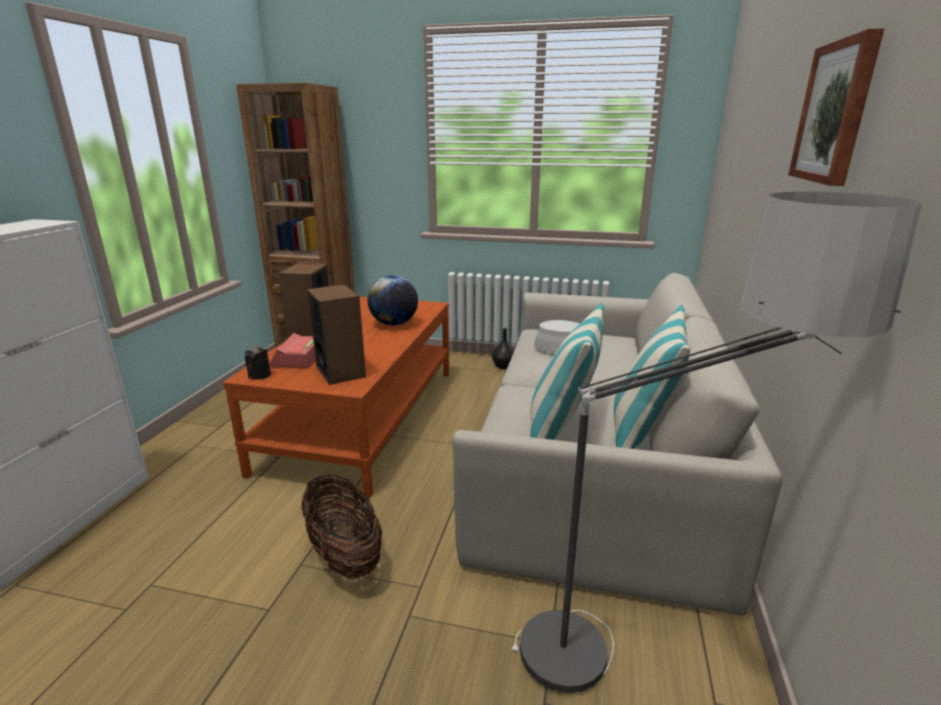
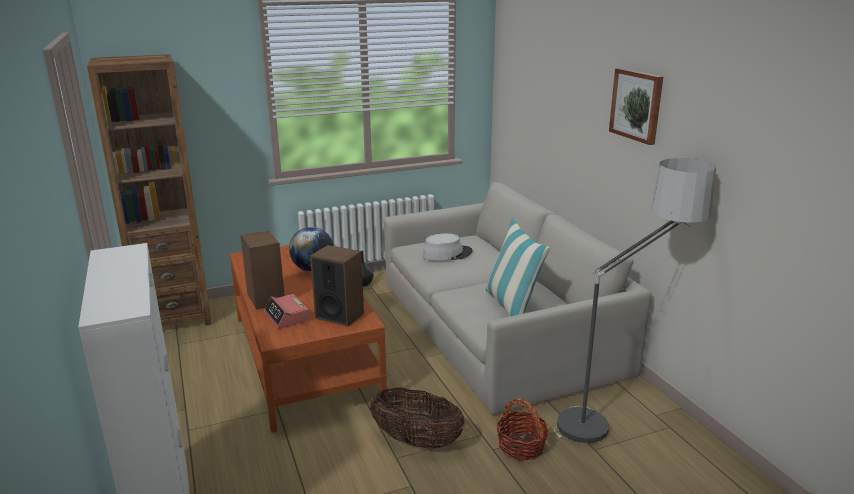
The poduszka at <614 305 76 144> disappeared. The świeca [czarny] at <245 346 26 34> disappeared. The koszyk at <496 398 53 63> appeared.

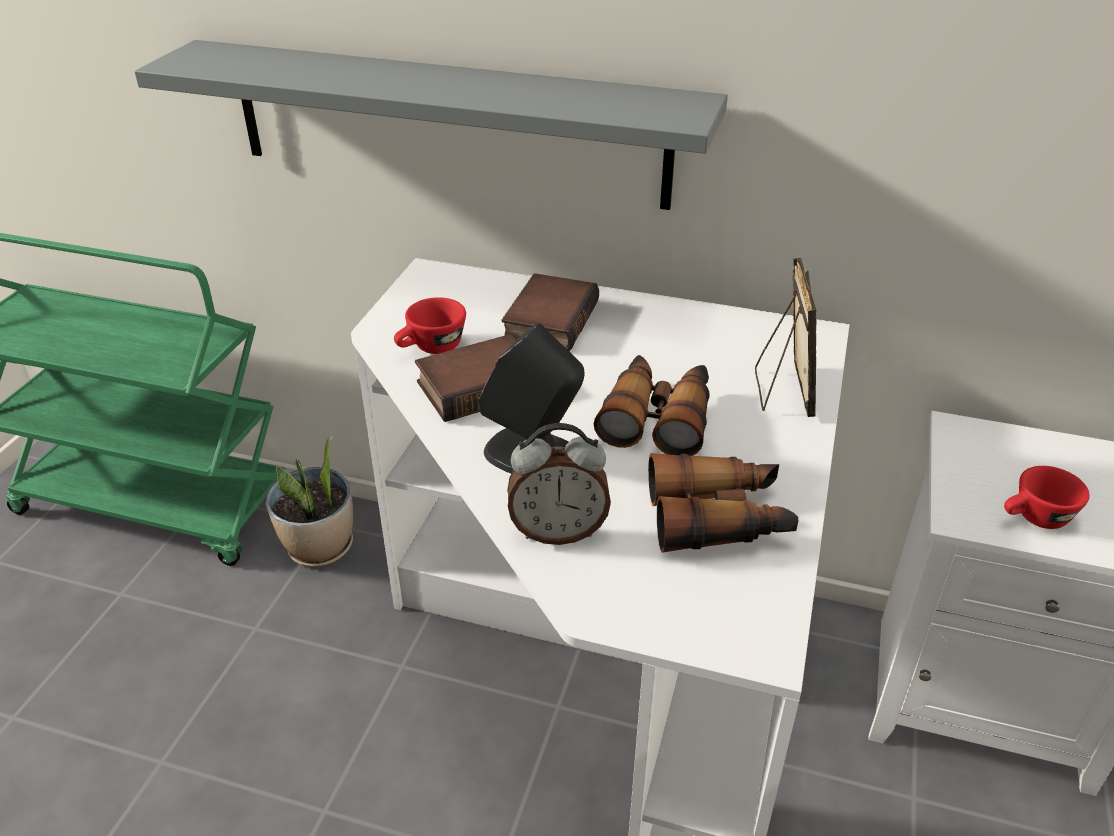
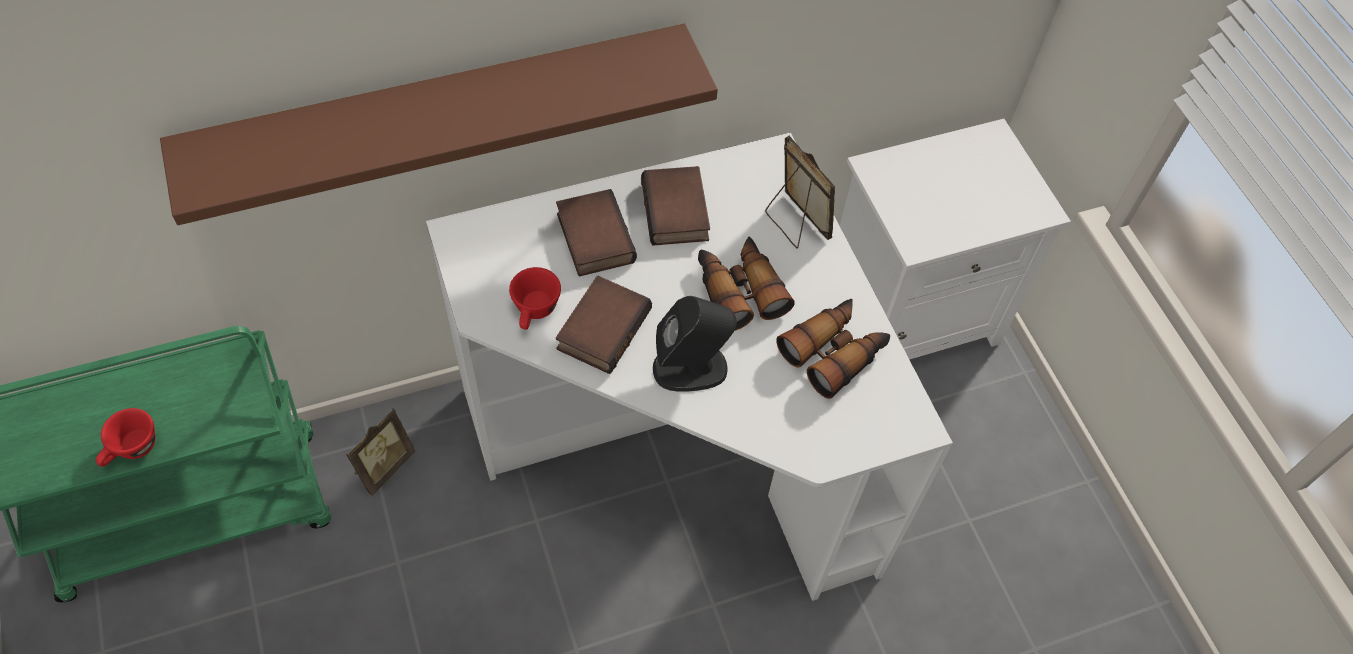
The półka [szary] at <134 40 594 170> became the półka [brązowy] at <160 24 558 201>. The budzik at <507 423 104 122> disappeared. The roślina doniczkowa at <266 436 87 131> was replaced by the ramka na zdjęcie at <346 408 69 88>. The filiżanka [czerwony] moved from <1004 466 86 63> to <96 408 59 59>. The książka at <641 166 69 80> appeared.

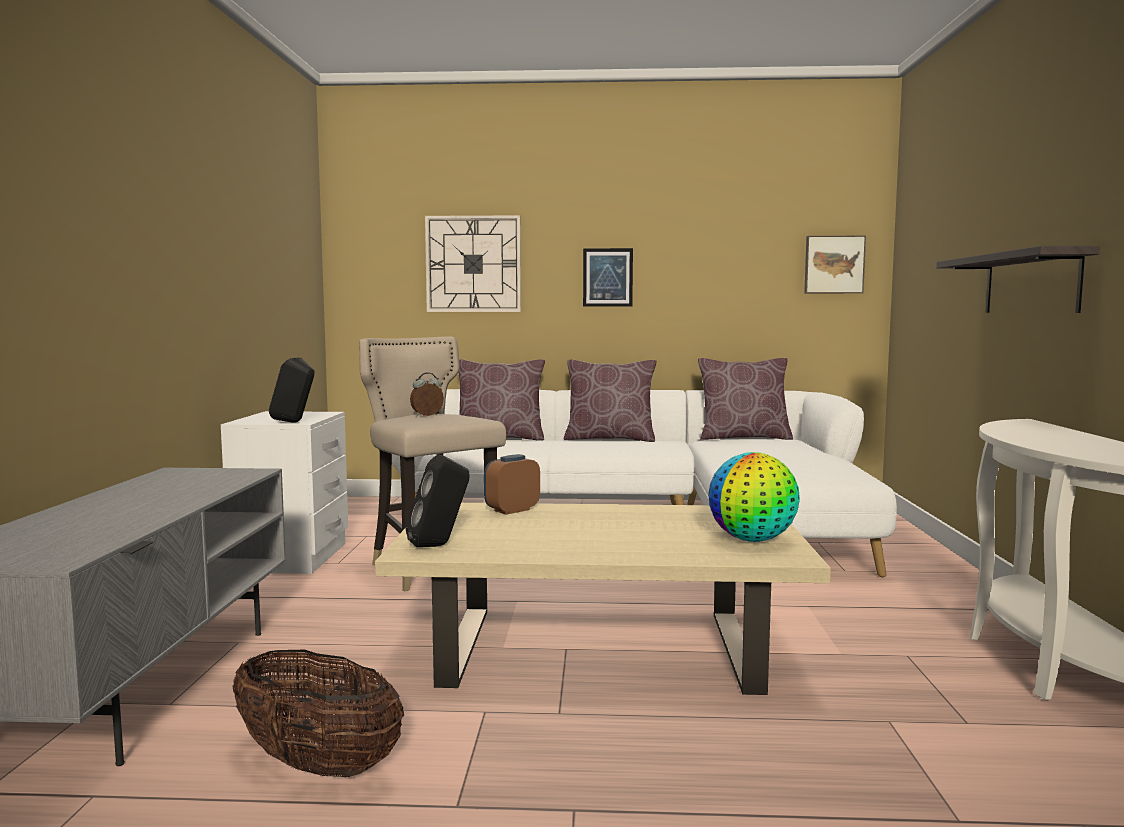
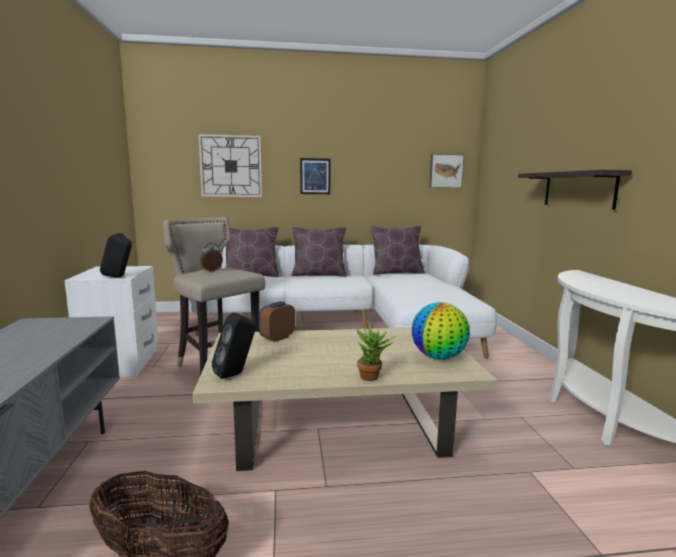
The roślina doniczkowa at <356 325 40 56> appeared.

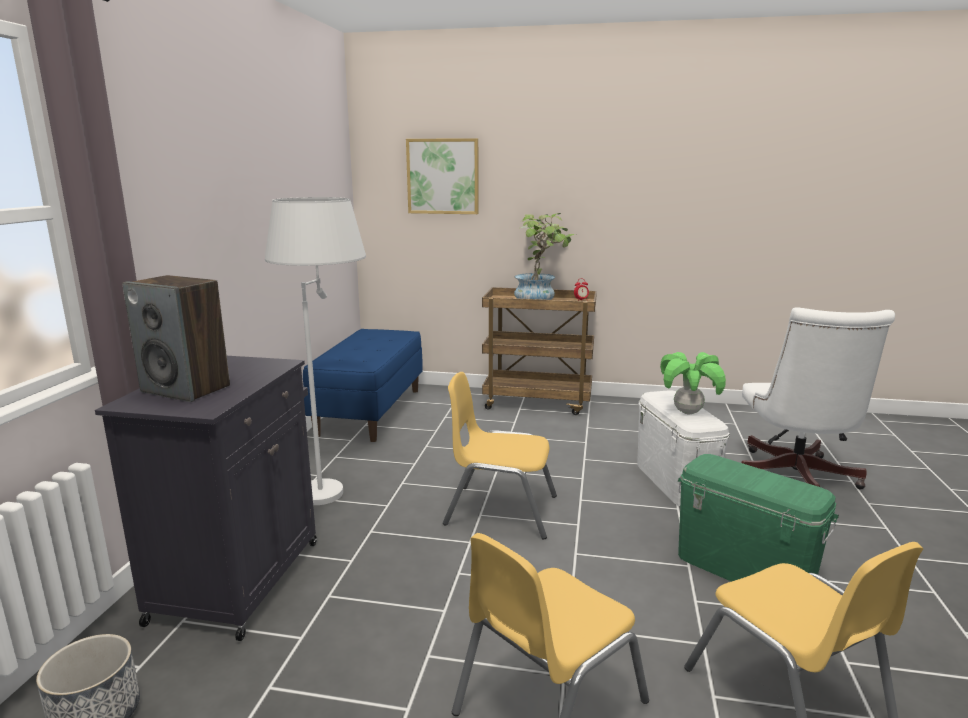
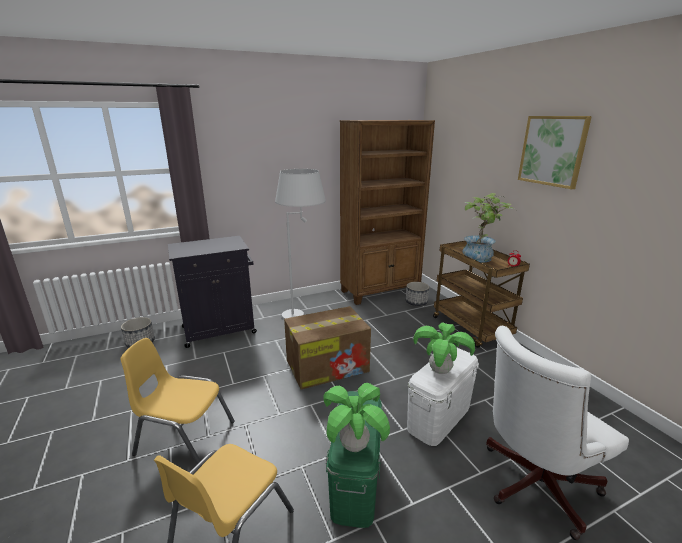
The obraz moved from <406 138 73 76> to <518 116 74 73>. The głośnik at <122 275 108 127> disappeared. The ławka [niebieski] at <303 329 120 113> was replaced by the regał [brązowy] at <340 120 95 185>. The krzesło [żółty] at <443 372 114 168> was replaced by the karton at <284 306 87 84>. The donica at <406 282 23 24> appeared. The roślina doniczkowa at <323 383 67 69> appeared.

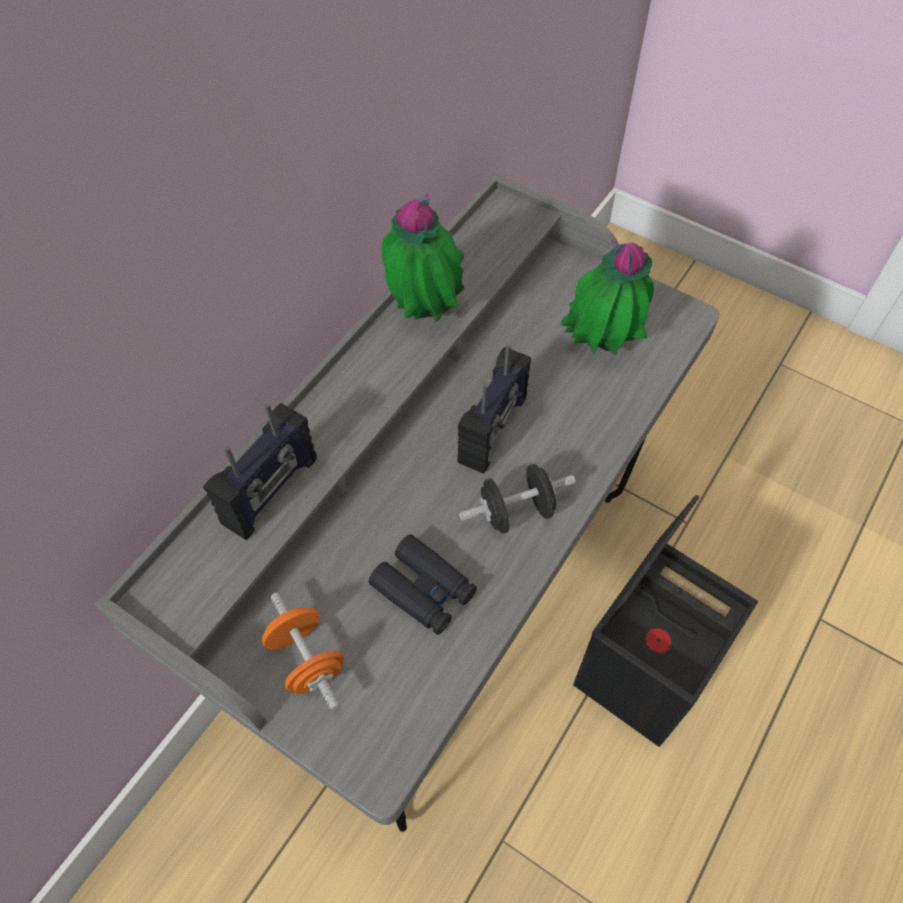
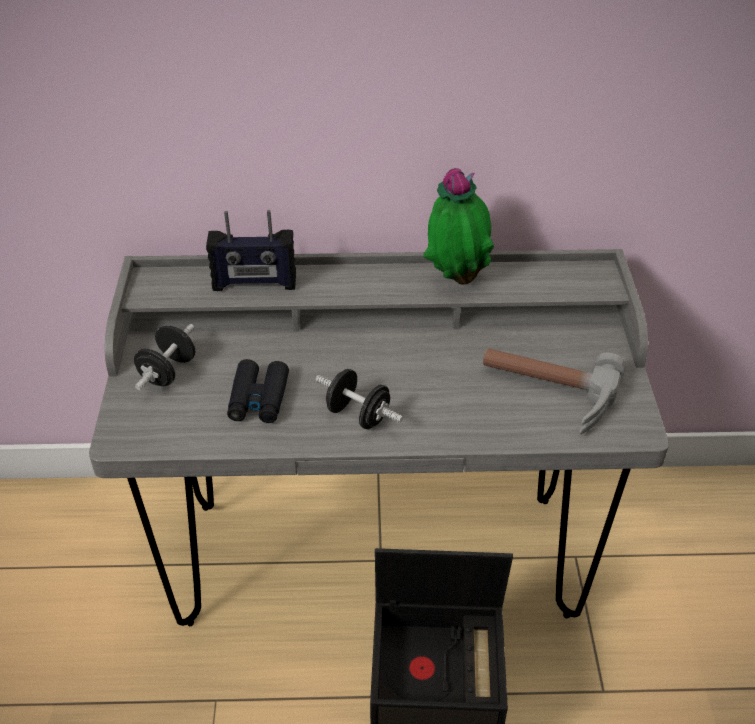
The roślina doniczkowa at <560 240 94 115> was replaced by the młotek at <483 348 143 86>. The radio at <457 344 74 130> disappeared. The hantel [pomarańczowy] at <262 593 82 117> became the hantel [czarny] at <134 324 61 66>.

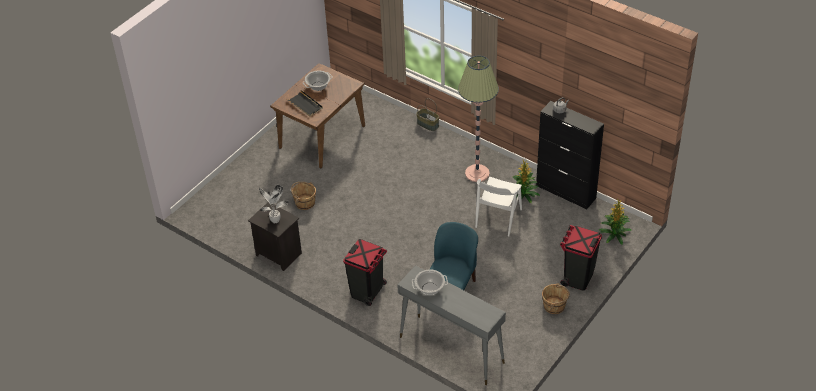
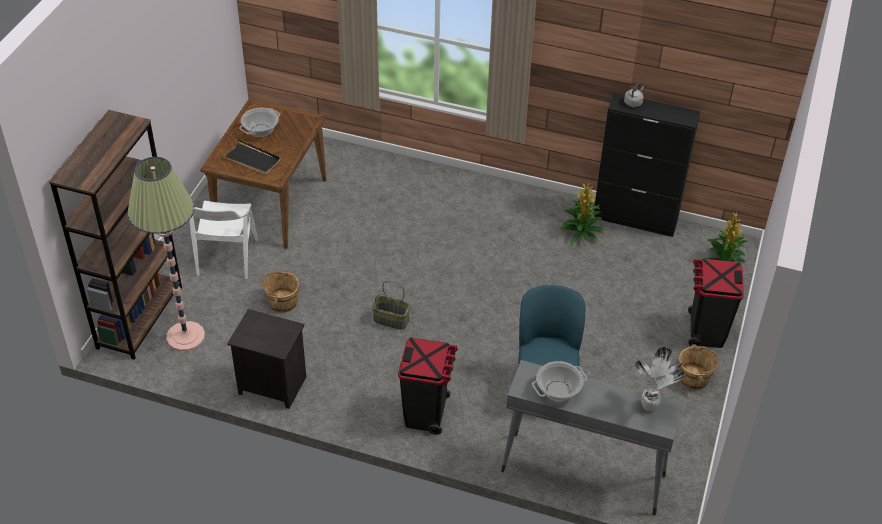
The lampa stojąca moved from <458 55 41 127> to <128 157 77 194>. The koszyk moved from <416 98 23 33> to <372 280 38 50>. The krzesło [biały] moved from <475 177 47 60> to <190 201 68 78>. The roślina doniczkowa moved from <259 185 30 38> to <635 347 50 64>. The regał [brązowy] at <49 110 133 250> appeared.

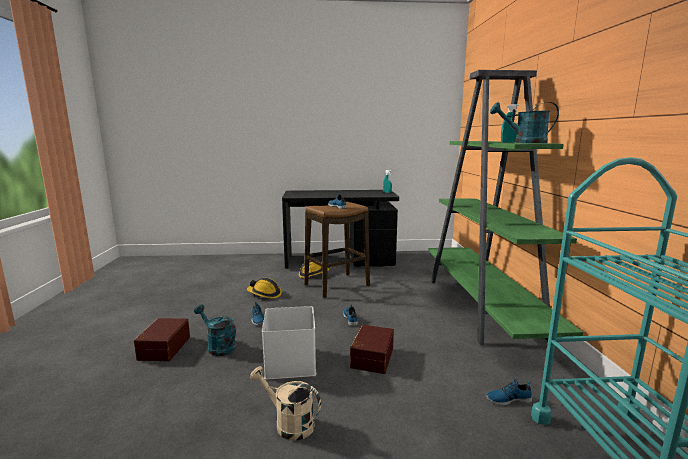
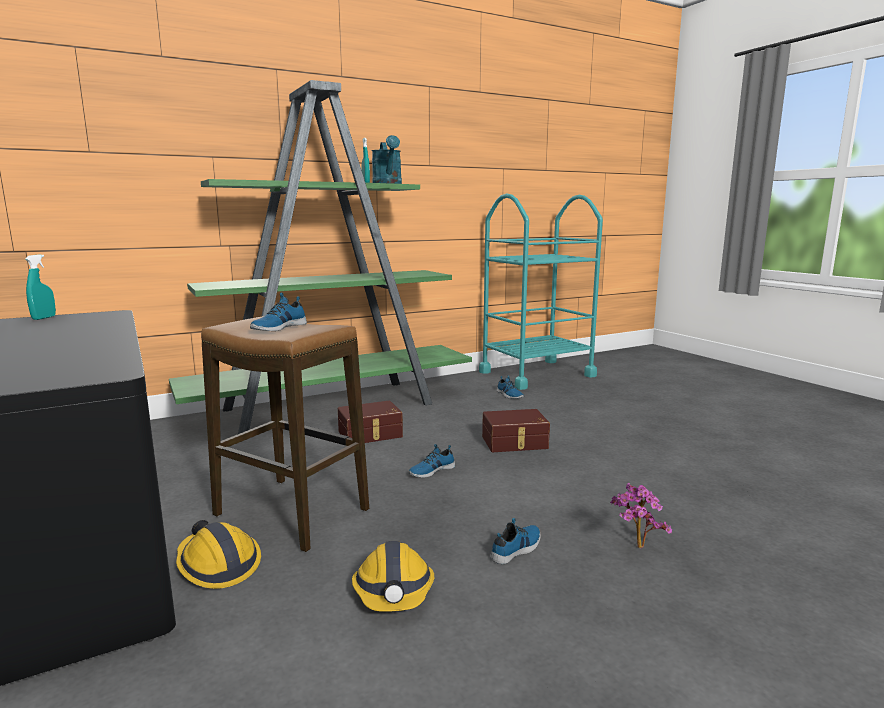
The konewka [turkusowy] at <194 305 42 51> was replaced by the roślina doniczkowa at <610 483 62 65>. The pojemnik do przechowywania [biały] at <262 306 54 74> disappeared. The pojemnik do przechowywania [brązowy] moved from <134 318 56 43> to <338 401 65 42>. The konewka [beżowy] at <250 366 71 75> disappeared.

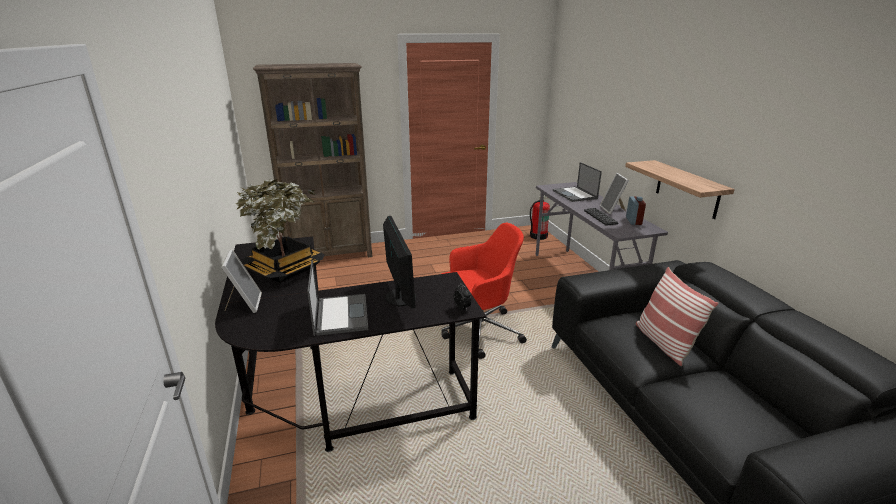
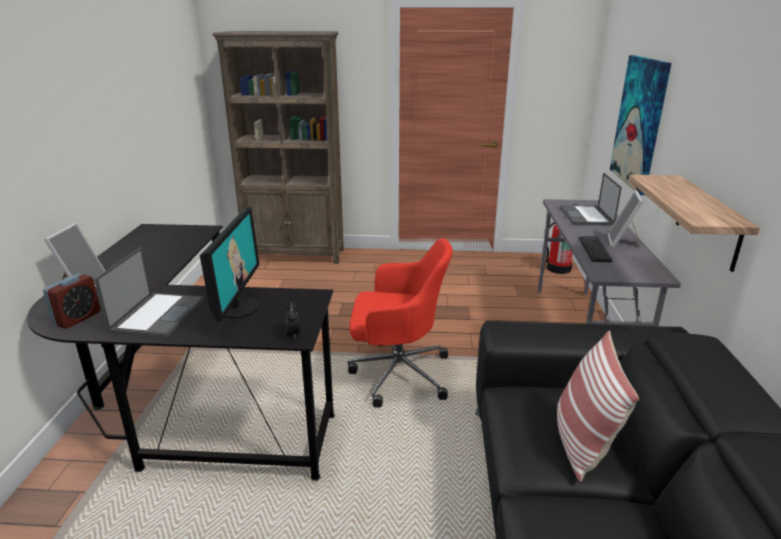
The roślina doniczkowa at <236 179 89 103> disappeared. The budzik moved from <626 196 20 29> to <43 274 58 55>. The obraz at <610 55 62 140> appeared.

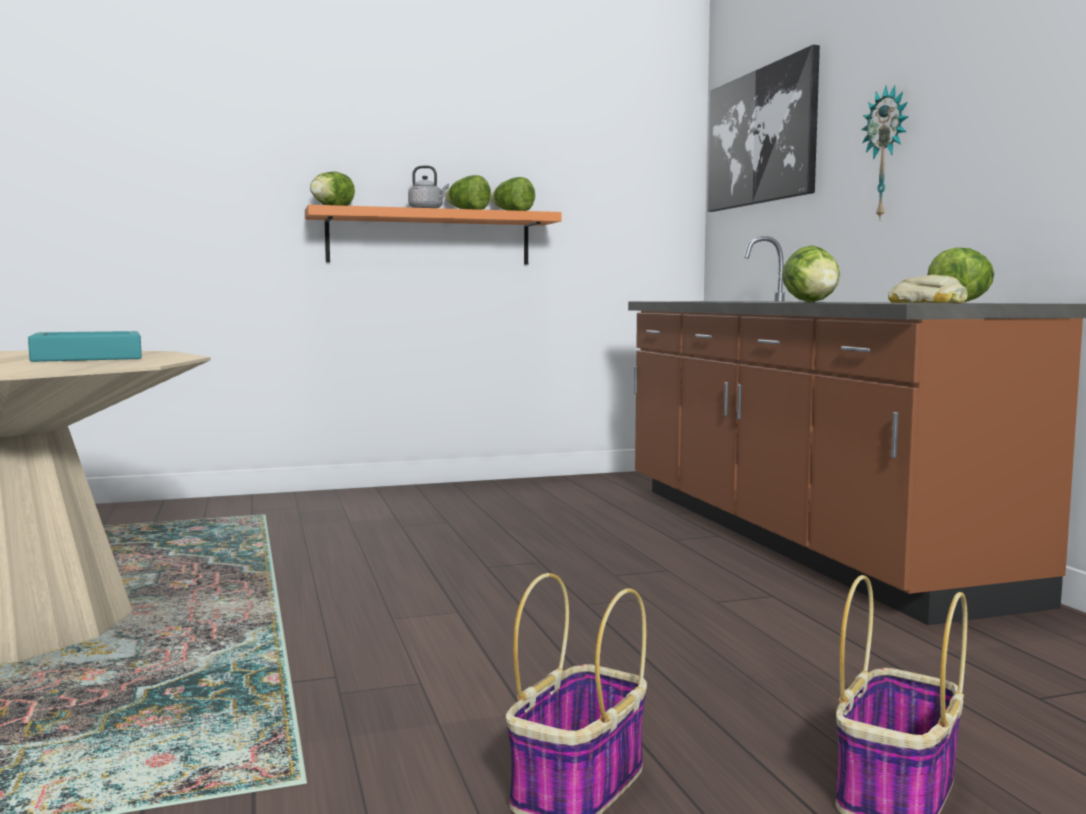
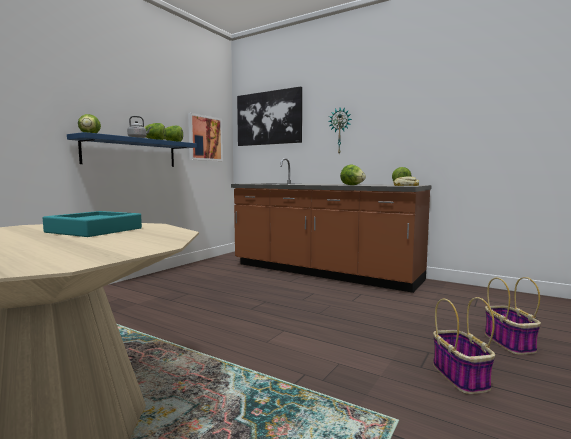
The półka [pomarańczowy] at <305 205 257 59> became the półka [niebieski] at <67 132 130 35>. The obraz at <188 113 35 48> appeared.

